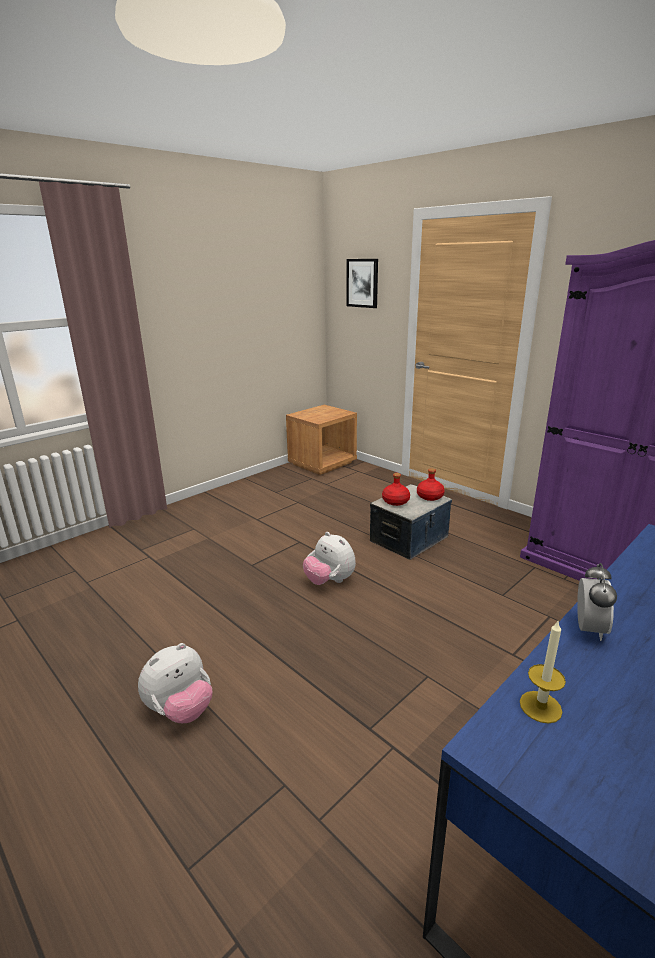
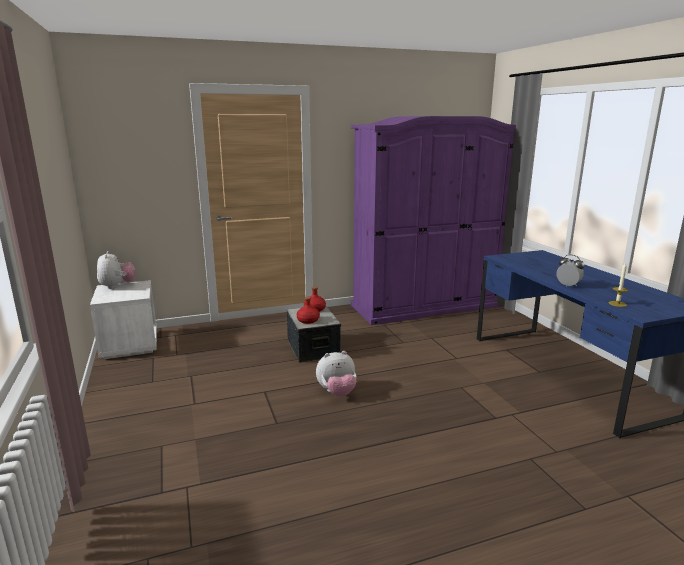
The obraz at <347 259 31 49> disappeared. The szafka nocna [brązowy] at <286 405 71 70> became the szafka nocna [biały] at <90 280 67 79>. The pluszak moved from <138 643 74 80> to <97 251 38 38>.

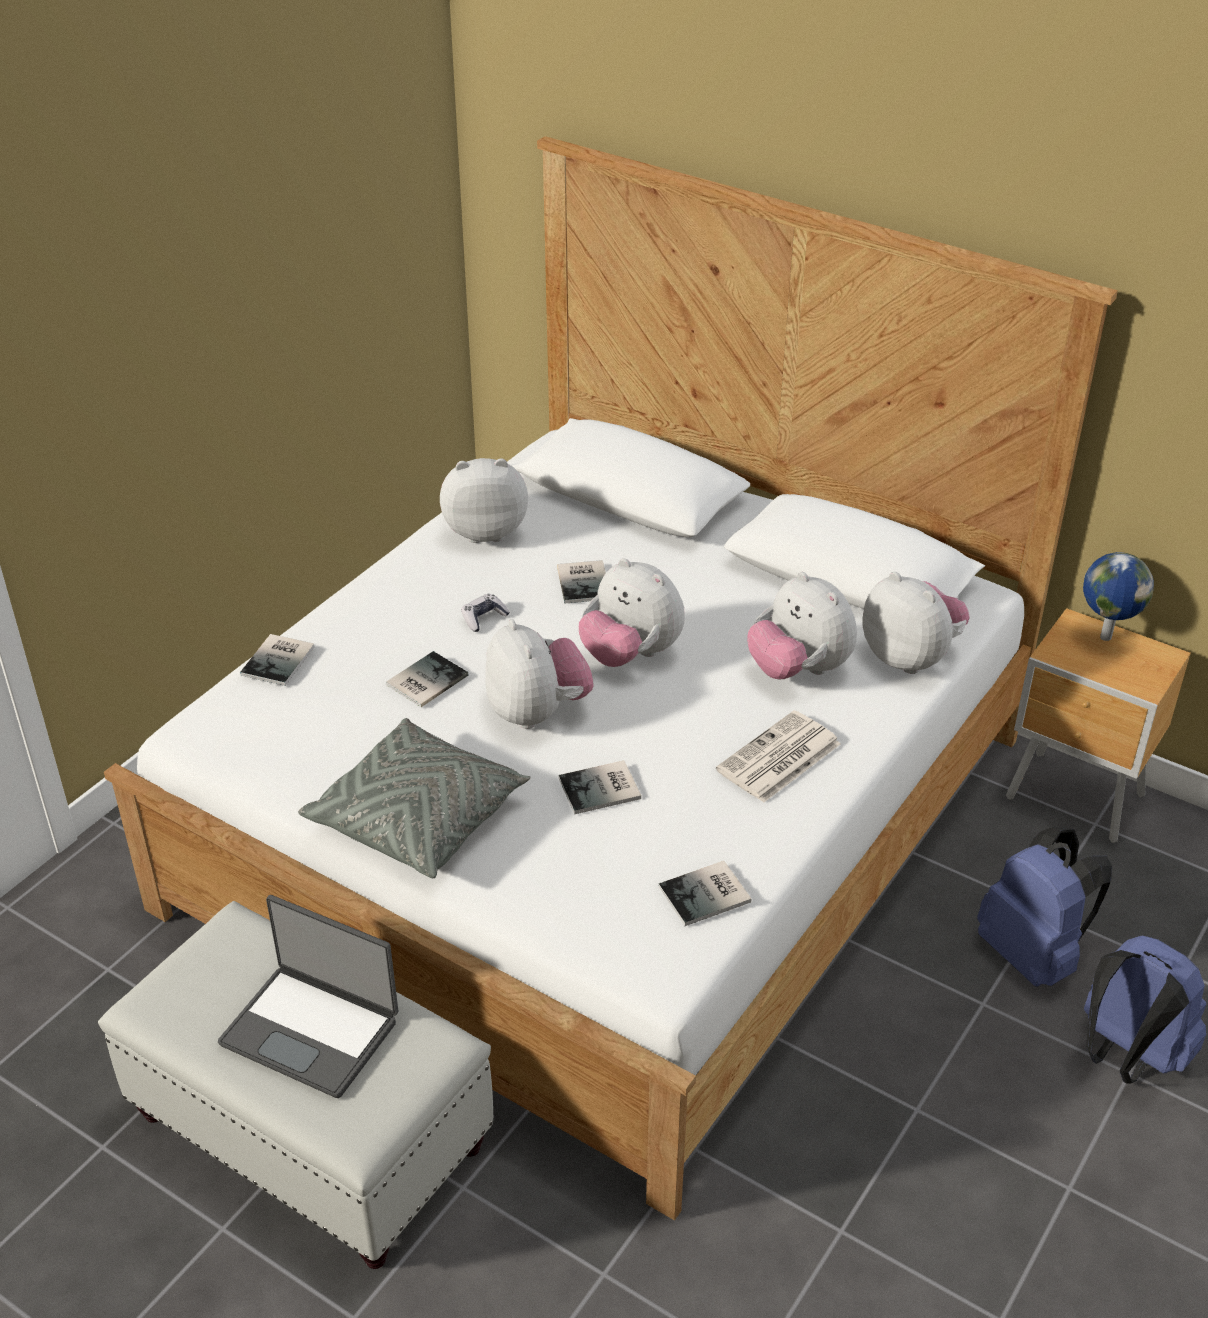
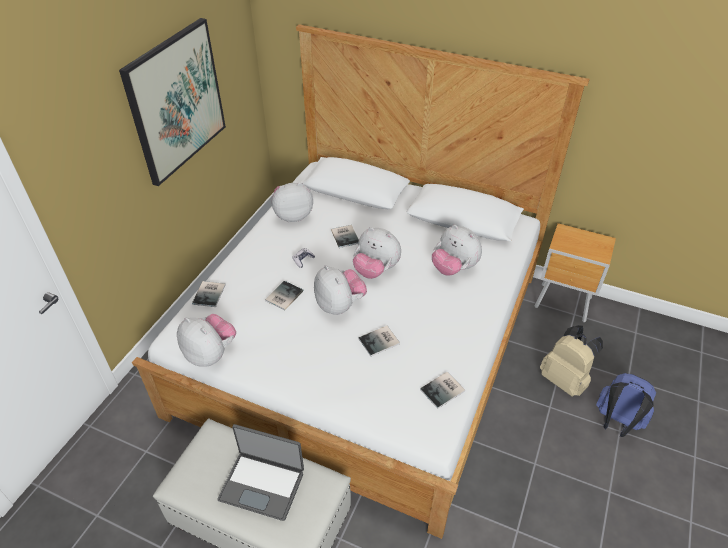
The globus at <1083 552 71 89> disappeared. The pluszak moved from <862 572 108 102> to <177 314 59 53>. The gazeta at <716 710 125 93> disappeared. The poduszka [szary] at <298 718 232 160> disappeared. The plecak [niebieski] at <977 827 135 160> became the plecak [beżowy] at <540 325 63 72>. The obraz at <119 18 107 168> appeared.

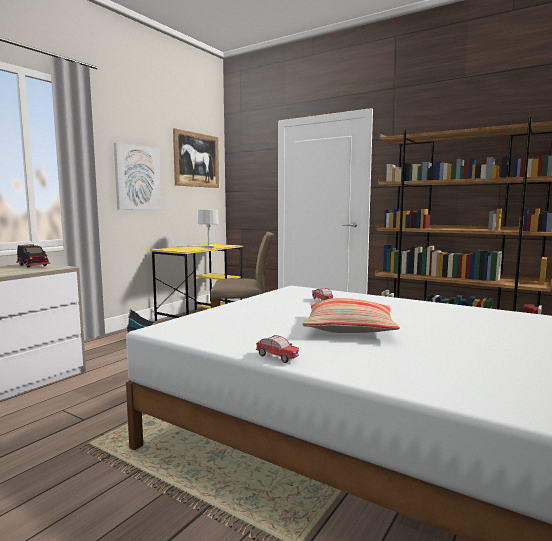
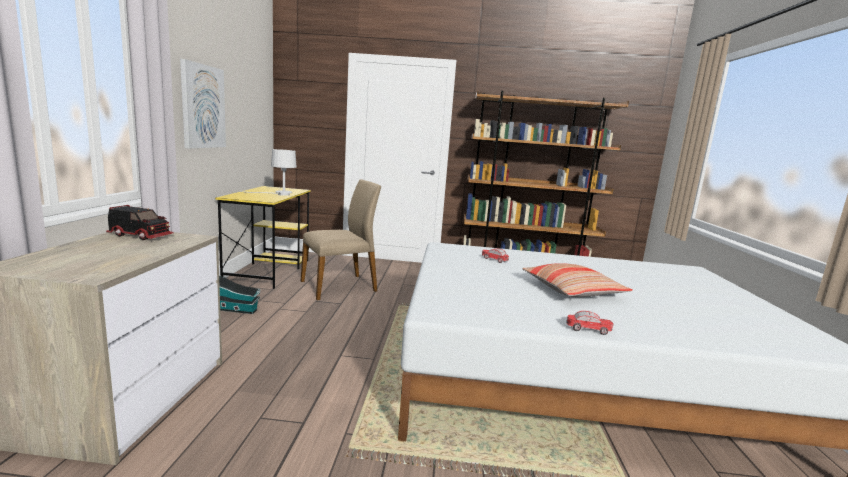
The obraz at <173 128 46 60> disappeared.

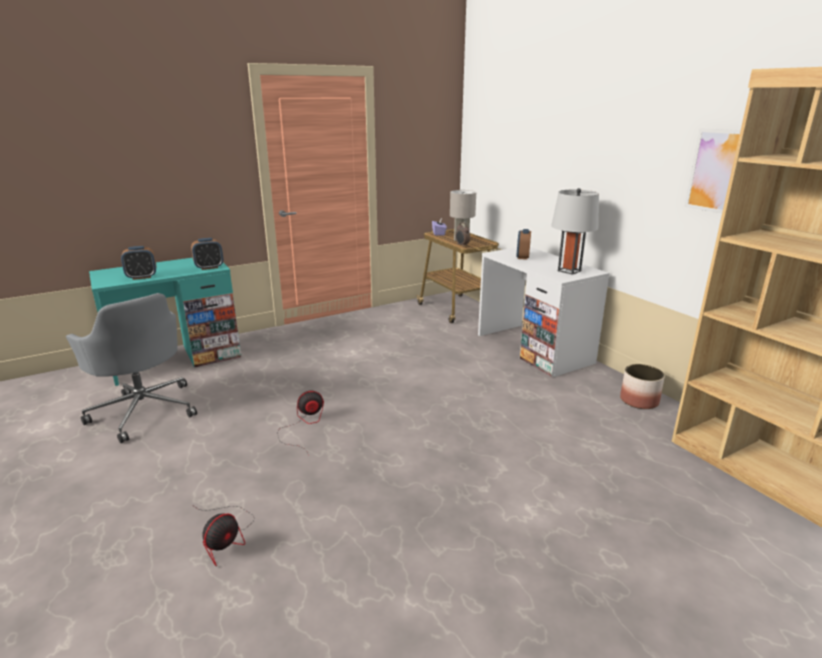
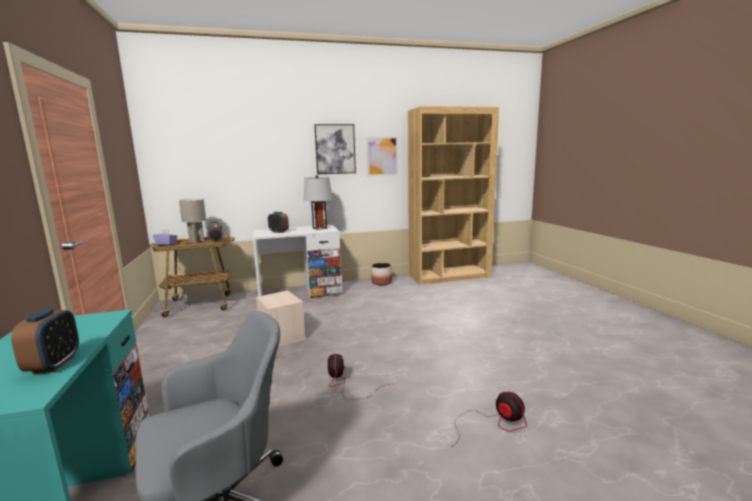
The budzik at <191 238 32 32> disappeared. The obraz at <314 124 42 50> appeared. The pojemnik do przechowywania [beżowy] at <256 291 50 56> appeared.

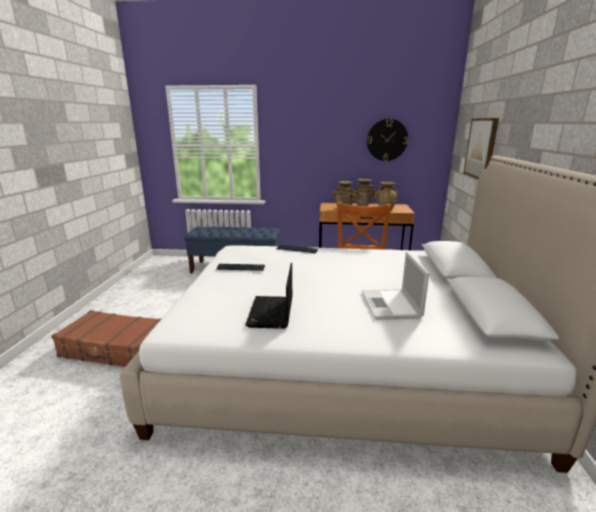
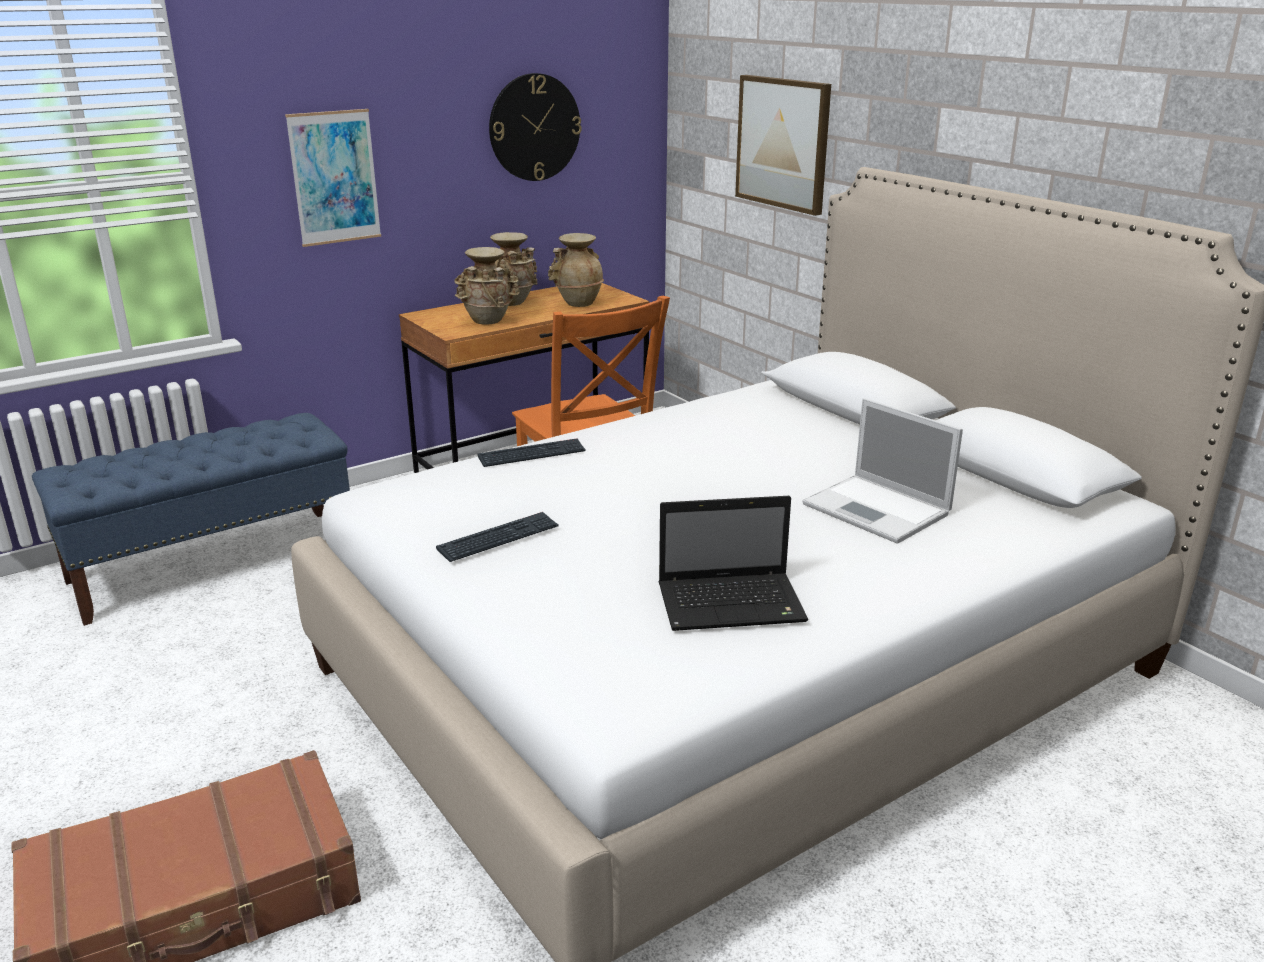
The laptop at <245 263 47 66> turned 60 degrees counterclockwise. The obraz at <285 109 96 138> appeared.

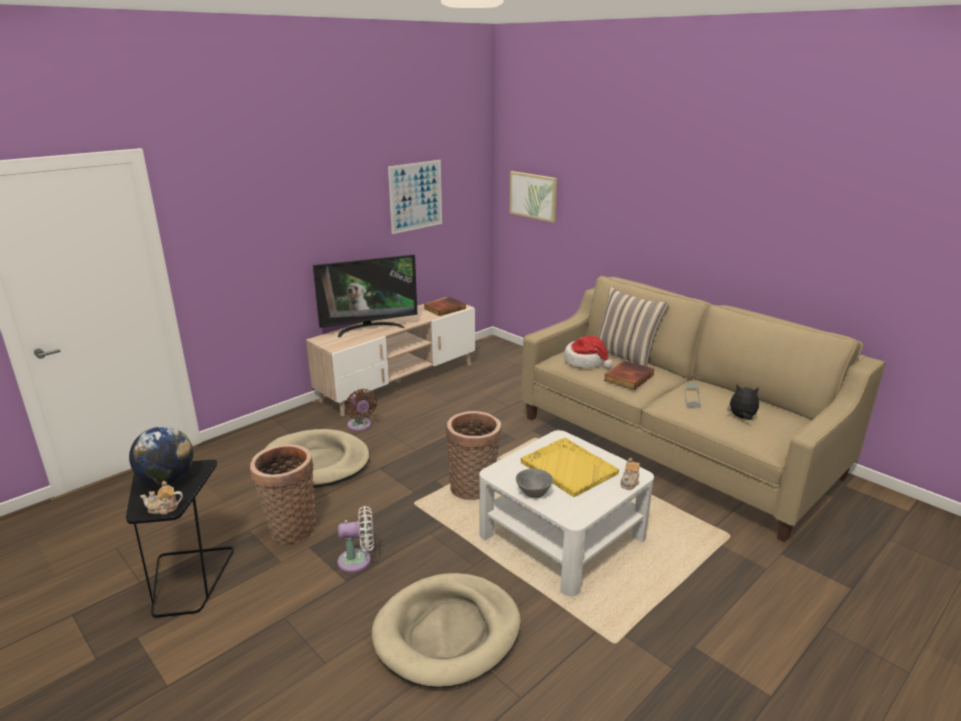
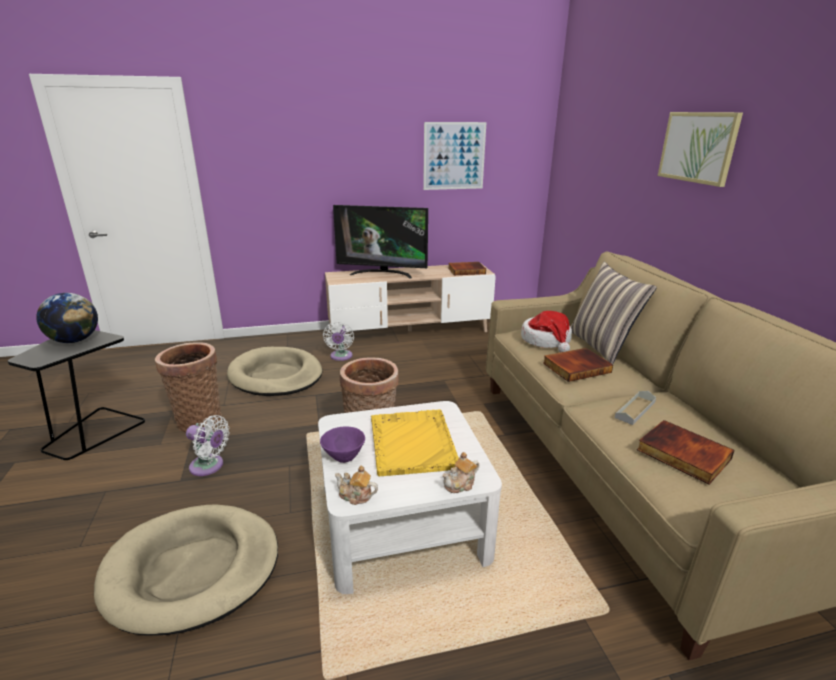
The obraz moved from <510 171 47 51> to <658 112 85 75>. The pluszak at <727 385 32 35> was replaced by the książka at <637 420 98 65>. The wentylator [brązowy] at <345 389 32 42> became the wentylator [biały] at <323 322 31 39>. The miska [szary] at <516 468 37 30> became the miska [fioletowy] at <320 427 45 36>. The imbryk moved from <140 481 43 34> to <335 465 43 40>.

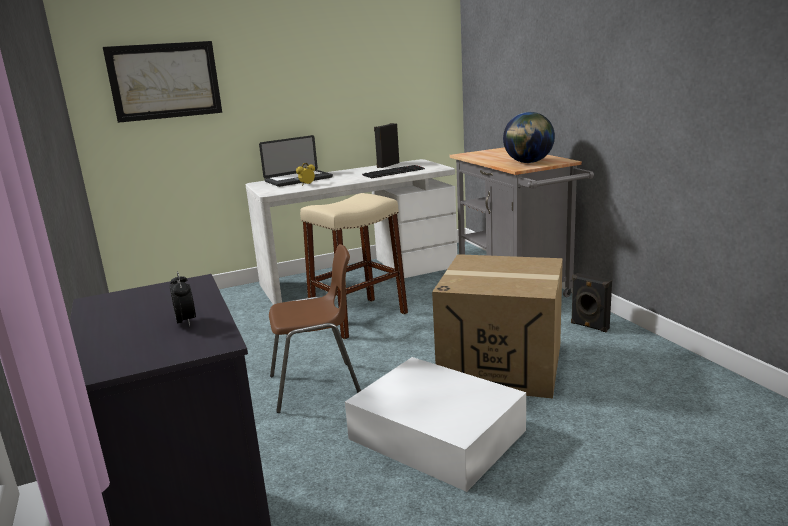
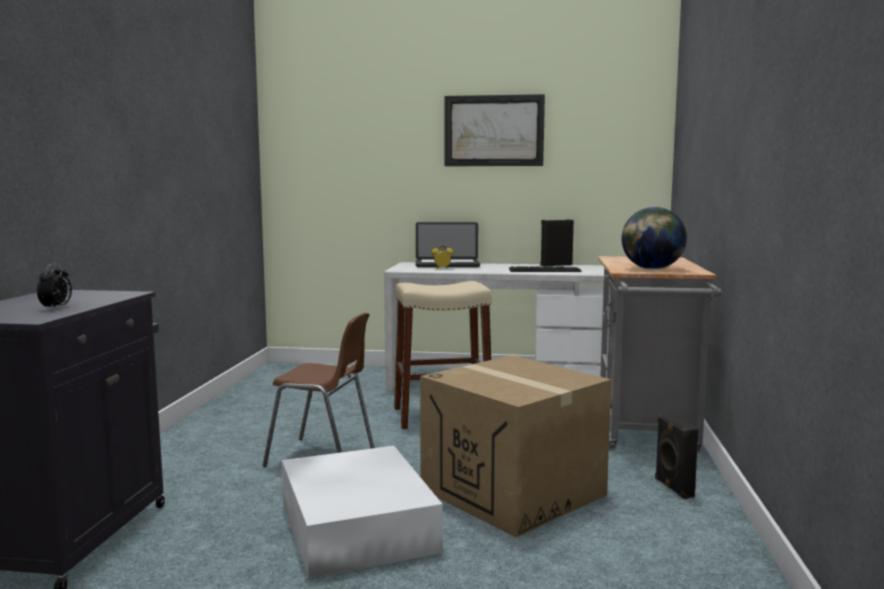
The obraz moved from <103 41 119 82> to <444 94 101 72>.

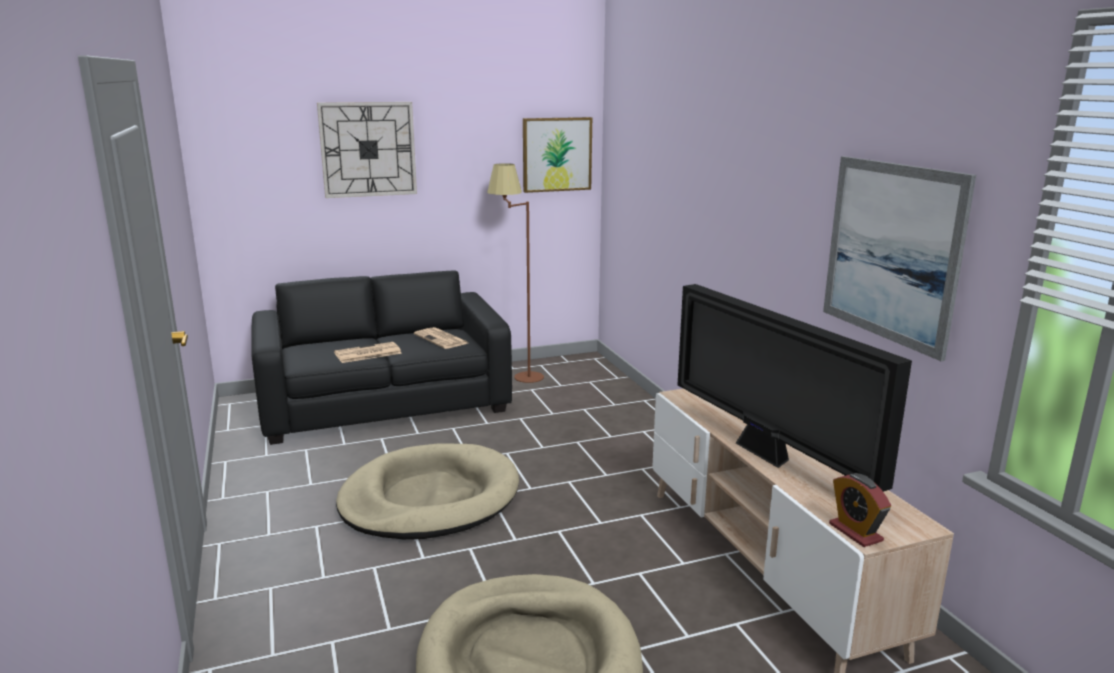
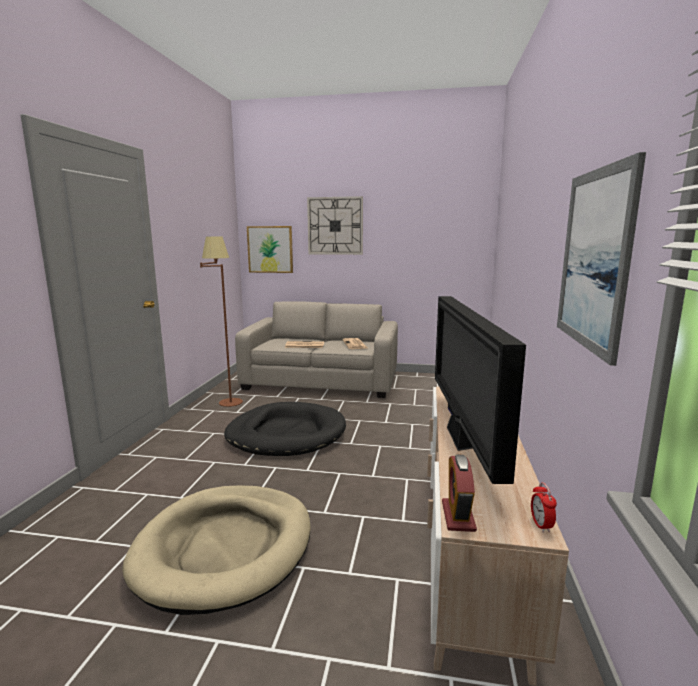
The obraz moved from <523 117 69 76> to <247 226 46 47>. The lampa stojąca [brązowy] moved from <487 163 57 220> to <200 236 43 171>. The kanapa [czarny] at <251 271 261 174> became the kanapa [beżowy] at <235 302 163 96>. The legowisko [beżowy] at <336 443 183 96> became the legowisko [czarny] at <224 402 122 54>. The budzik at <531 482 26 51> appeared.

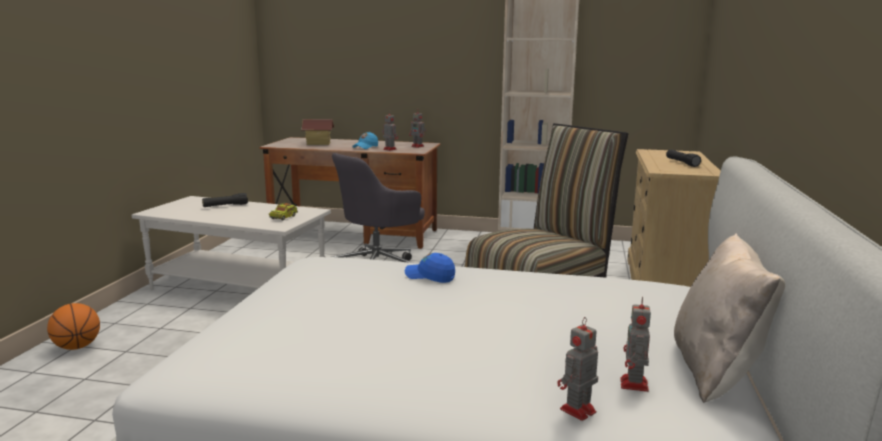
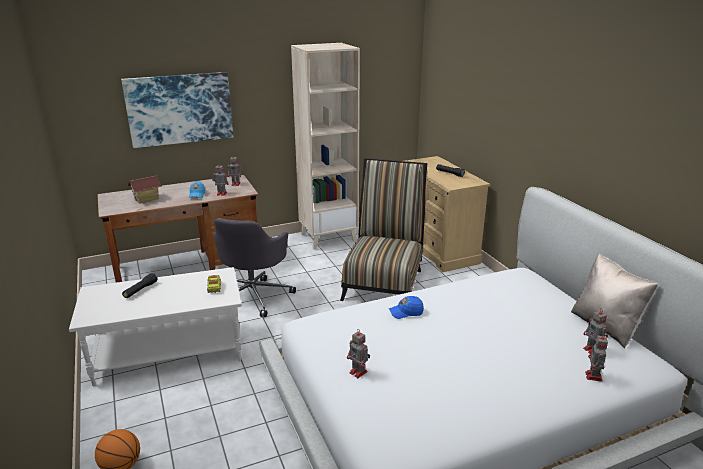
The obraz at <121 72 112 76> appeared. The robot zabawkowy at <347 330 23 48> appeared.

